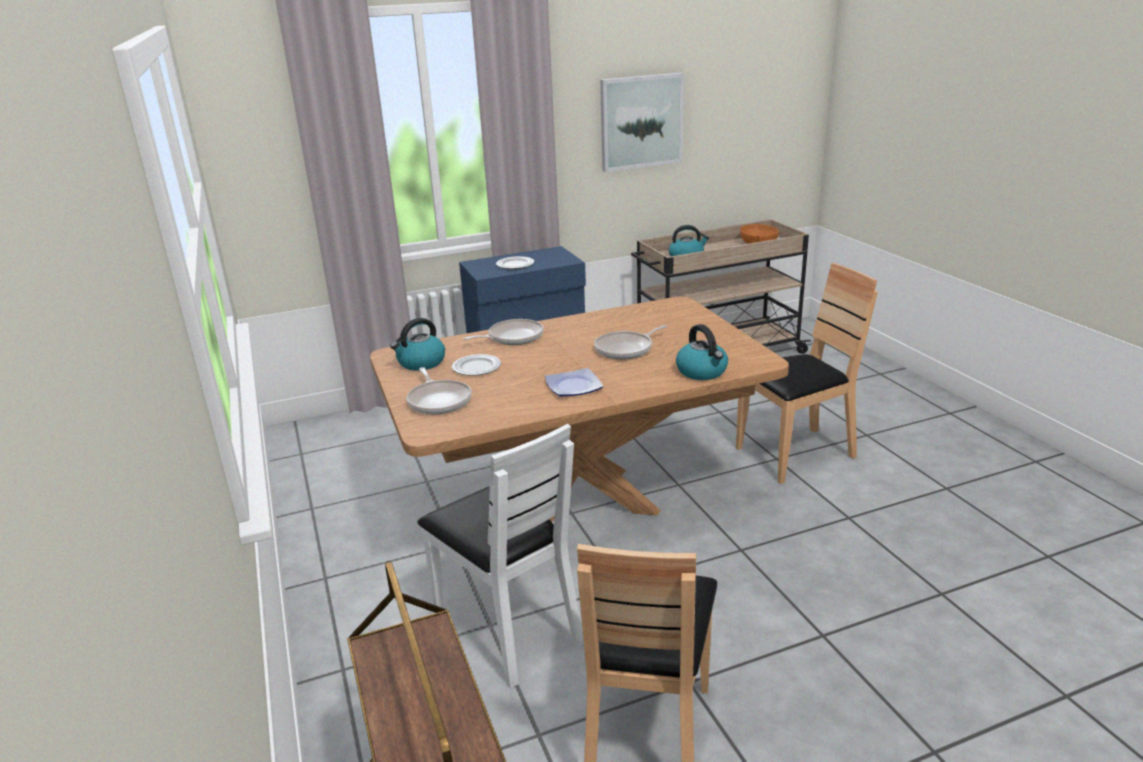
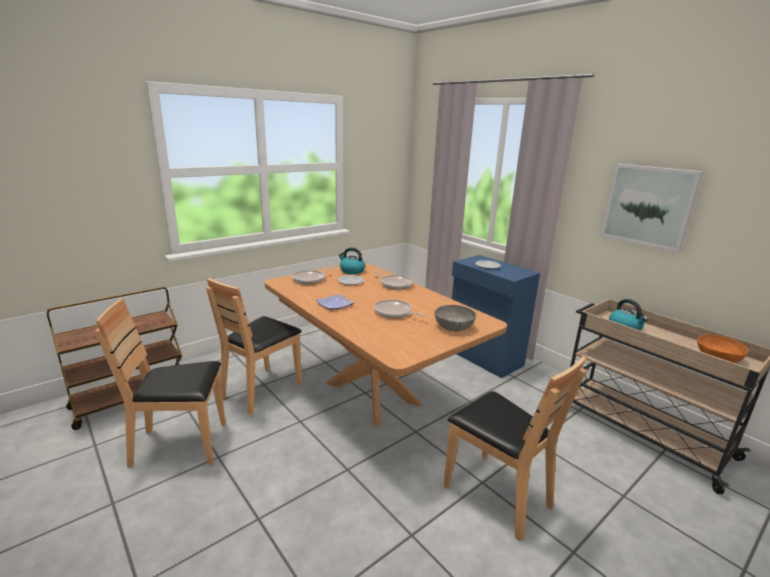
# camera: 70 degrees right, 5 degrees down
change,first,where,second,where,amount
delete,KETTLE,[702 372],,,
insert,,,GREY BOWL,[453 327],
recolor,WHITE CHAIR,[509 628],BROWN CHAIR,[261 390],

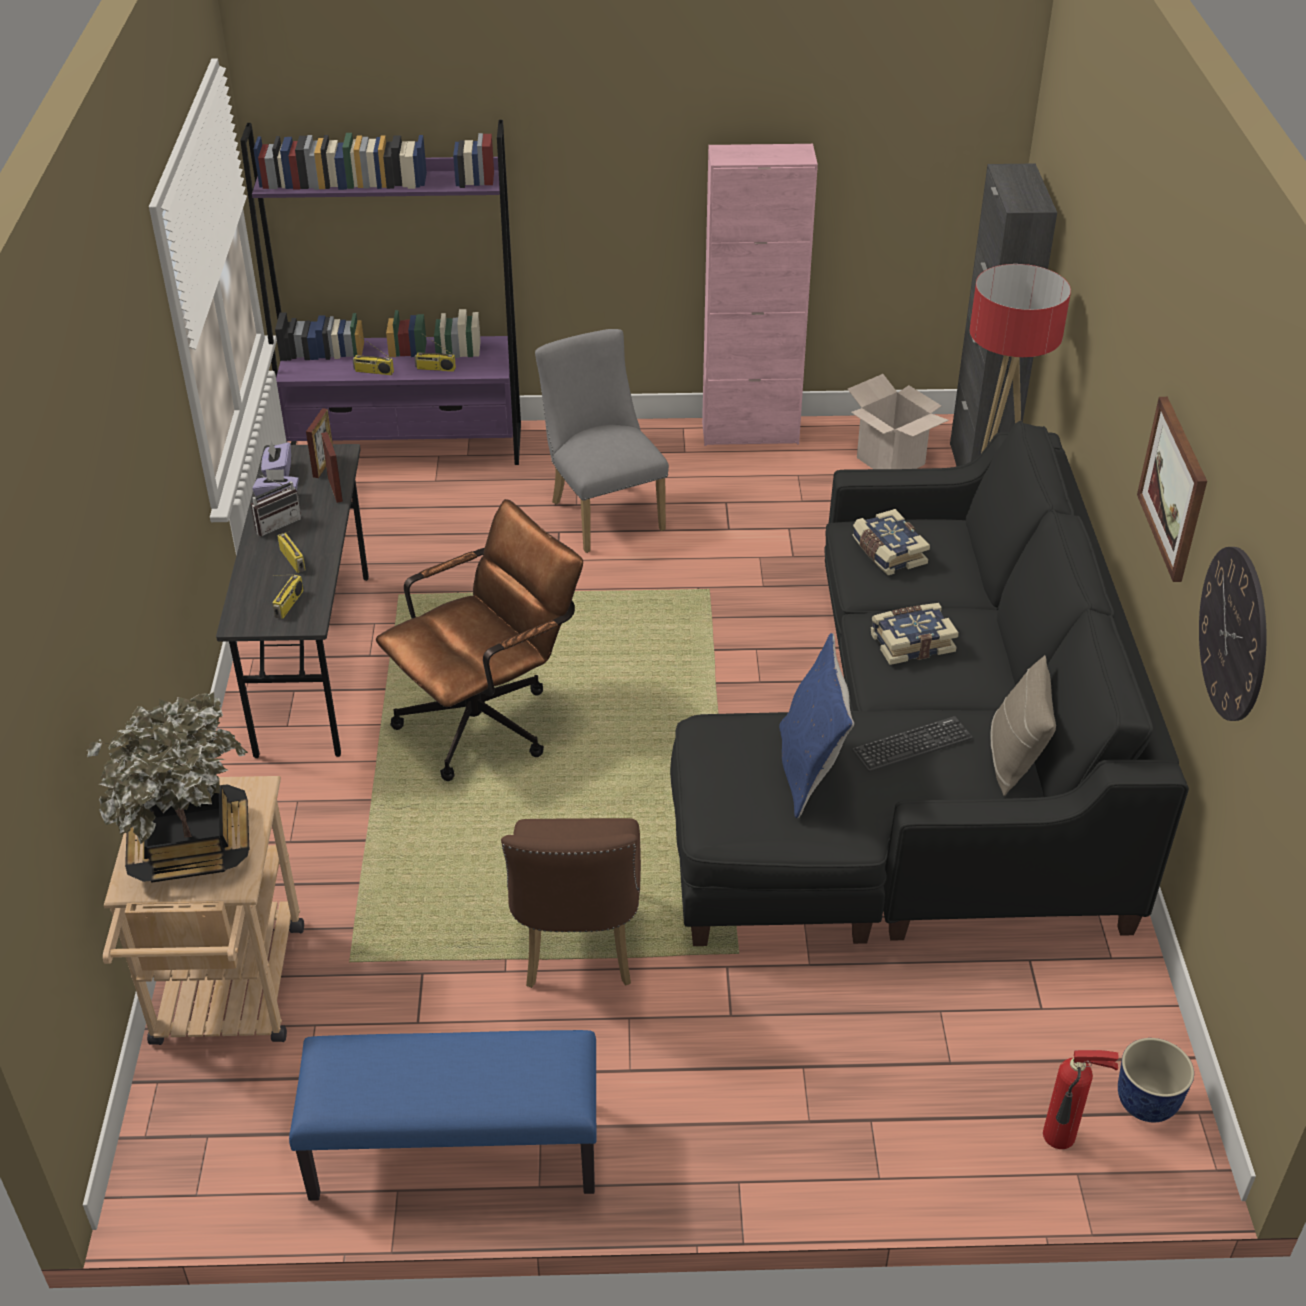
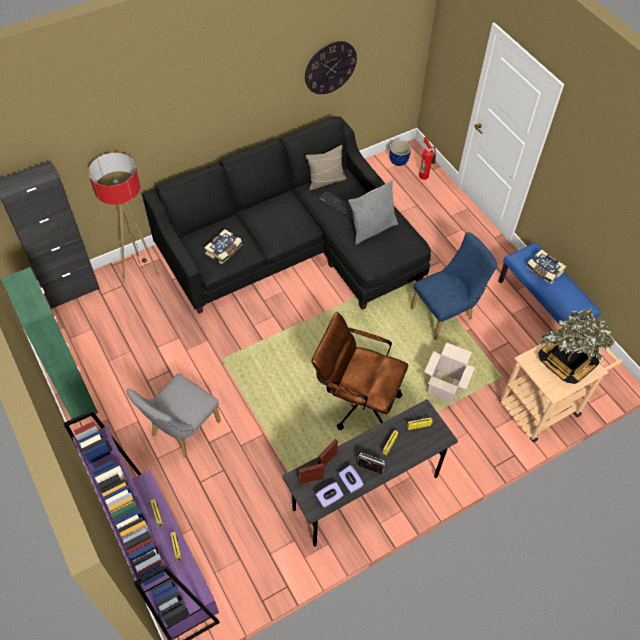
# camera: 120 degrees left, 15 degrees up
change,first,where,second,where,amount
delete,PICTURE,[1174 488],,,
move,CARDBOARD BOX,[890 461],,[444 387],
move,BOOK,[911 642],,[543 271],
recolor,BROWN CHAIR,[577 948],BLUE CHAIR,[446 313],
recolor,PINK CABINET,[750 433],GREEN CABINET,[76 396],
recolor,BLUE PILLOW,[810 770],GREY PILLOW,[372 228],

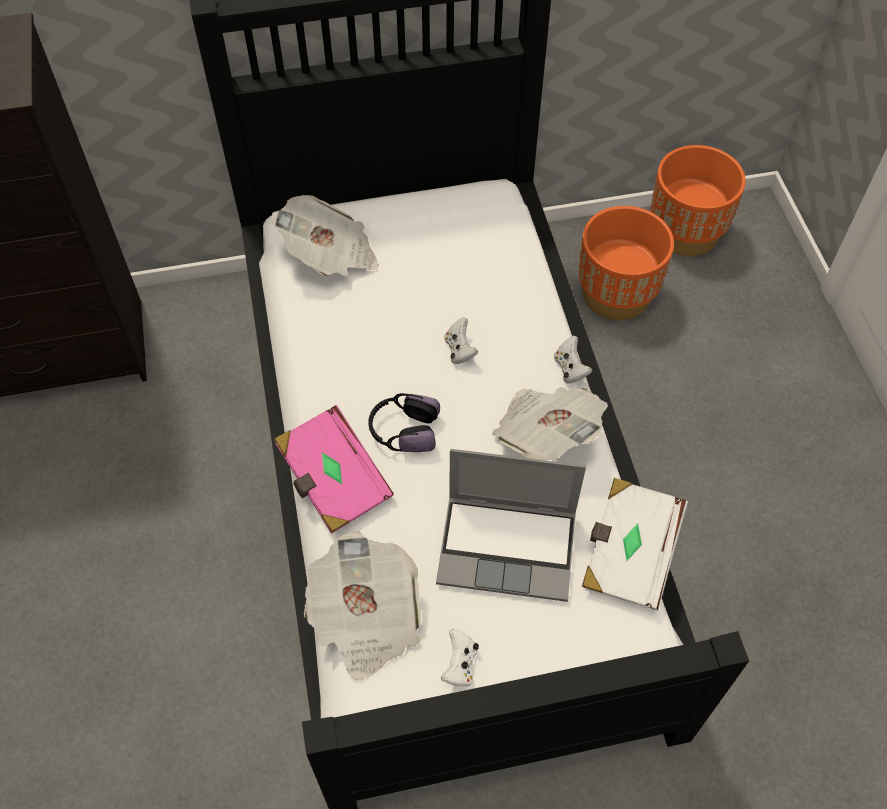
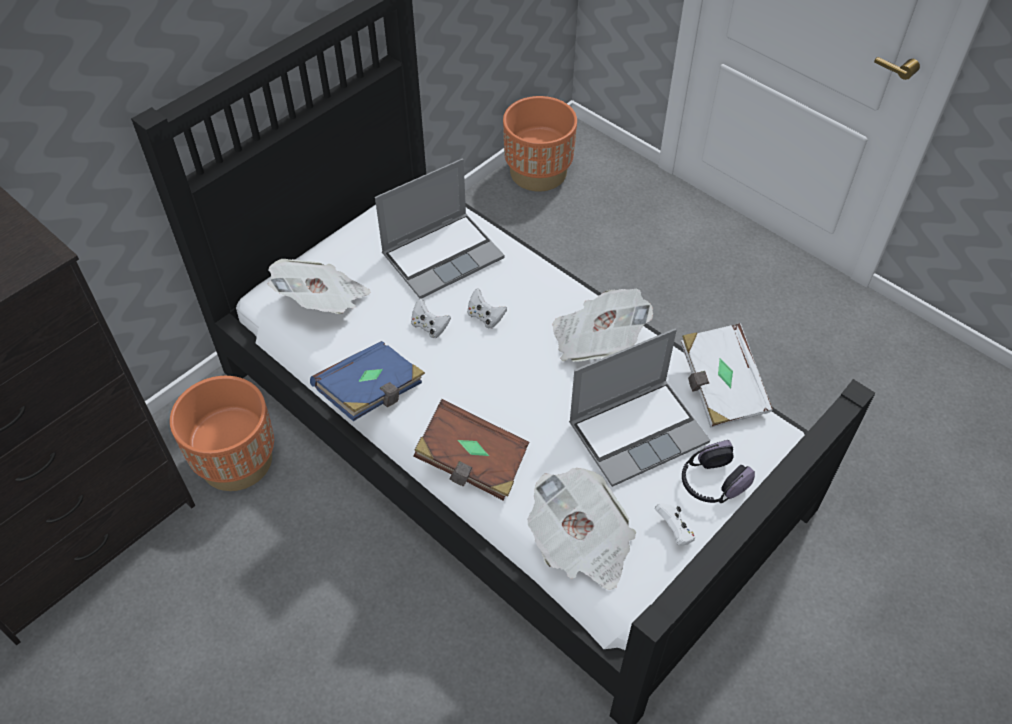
# camera: 35 degrees left, 5 degrees down
change,first,where,second,where,amount
insert,,,BLUE BOOK,[372 392],
insert,,,LAPTOP,[443 255],
move,HEADPHONES,[403 430],,[711 482],
move,WHITE GAME CONTROLLER,[570 369],,[429 327],
move,ORANGE PLANTER,[616 294],,[236 461],
recolor,PINK BOOK,[333 481],BROWN BOOK,[472 462],

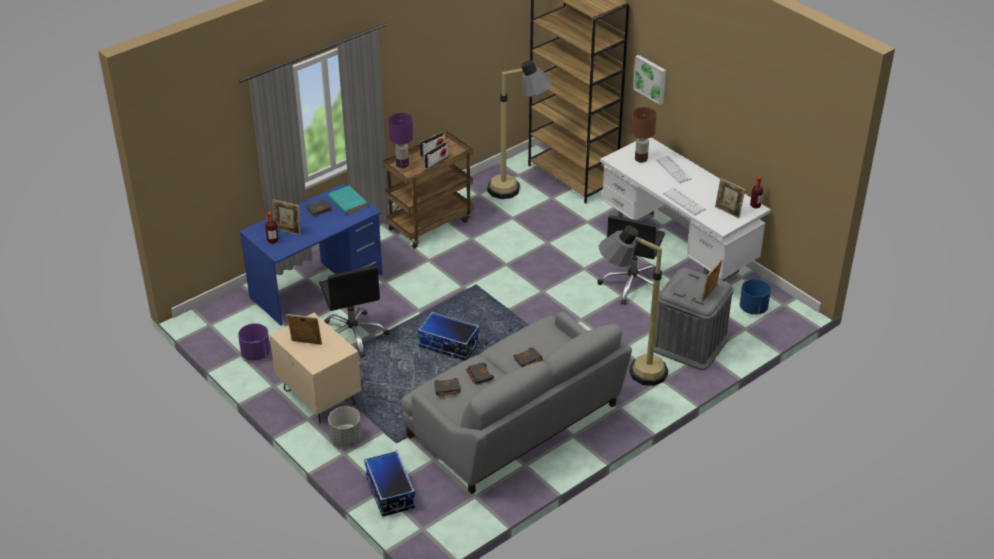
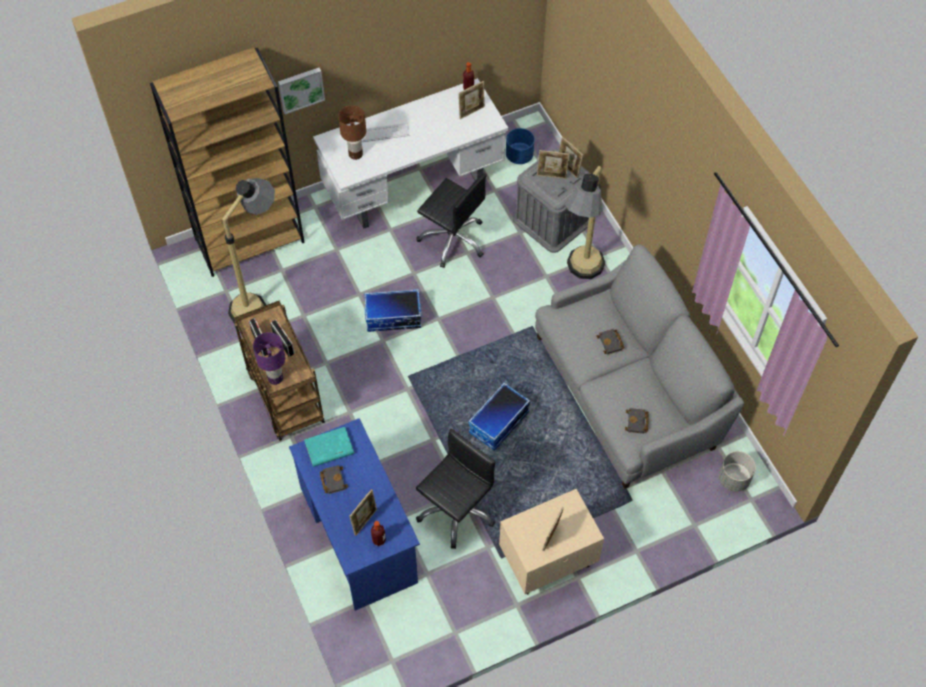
# camera: 75 degrees left, 20 degrees up
change,first,where,second,where,amount
delete,PURPLE PLANTER,[256 354],,,
delete,BLACK BOOK,[478 375],,,
delete,KEYBOARD,[684 201],,,
insert,,,PICTURE FRAME,[551 175],
move,GREY PLANTER,[346 439],,[734 479],
move,STORAGE BOX,[389 492],,[393 318],
rotate,BLACK OFFICE CHAIR,[353 335],,[456 511],45 degrees counterclockwise

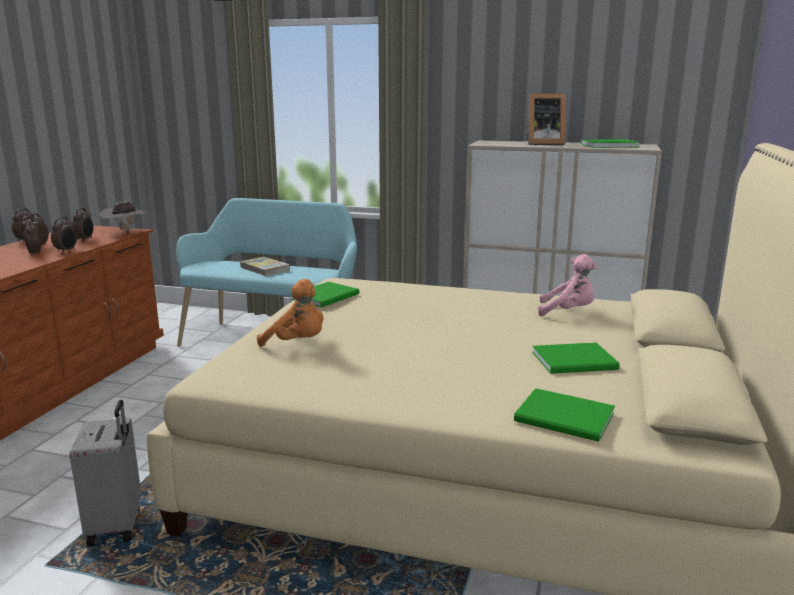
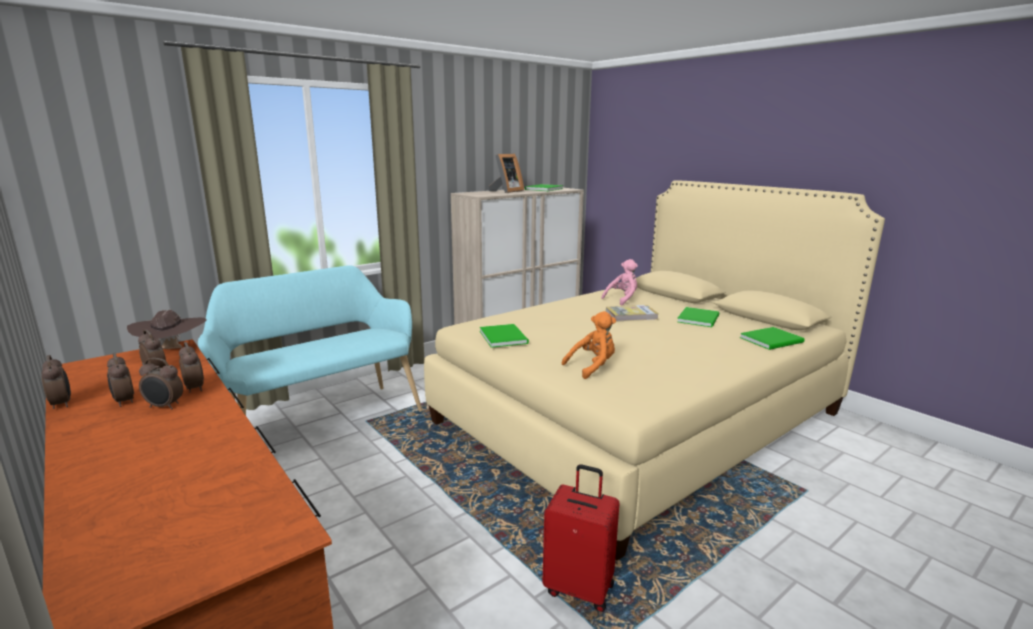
# camera: 55 degrees left, 0 degrees up
change,first,where,second,where,amount
move,BOOK,[264 269],,[631 315],
recolor,GREY SUITCASE,[117 525],RED SUITCASE,[579 588],

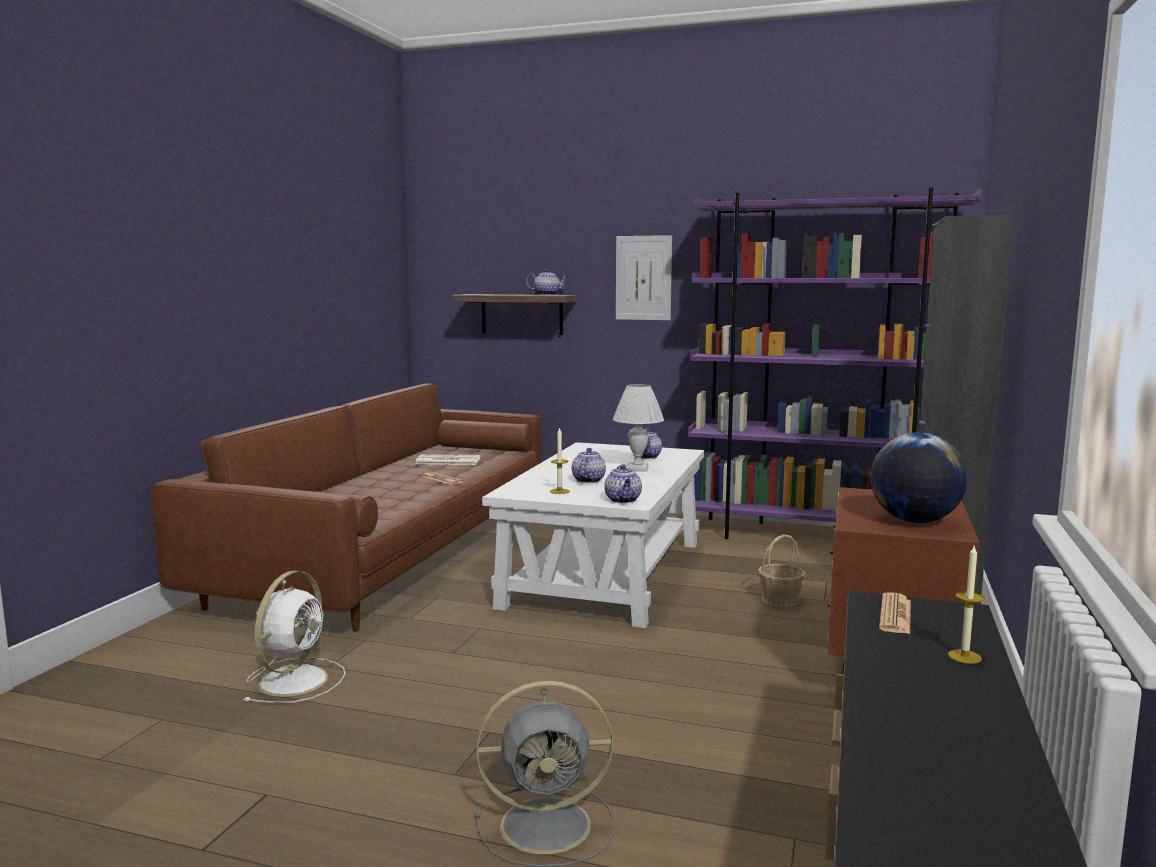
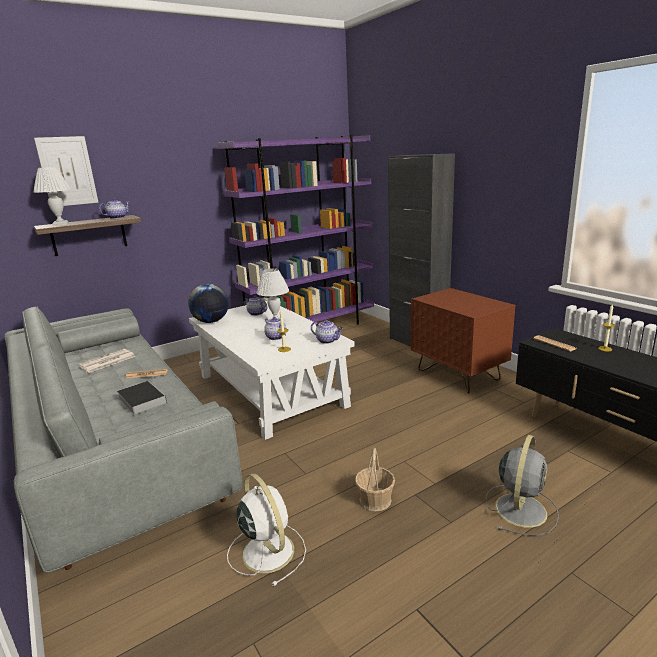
# camera: 50 degrees left, 10 degrees up
change,first,where,second,where,amount
insert,,,WHITE TABLE LAMP,[61 224],
insert,,,BOOK,[141 400],
move,PICTURE,[643 278],,[67 171],
move,BASKET,[780 599],,[375 500],
move,GLOBE,[914 521],,[211 321],
recolor,BROWN SOFA,[390 553],GREY SOFA,[114 445],

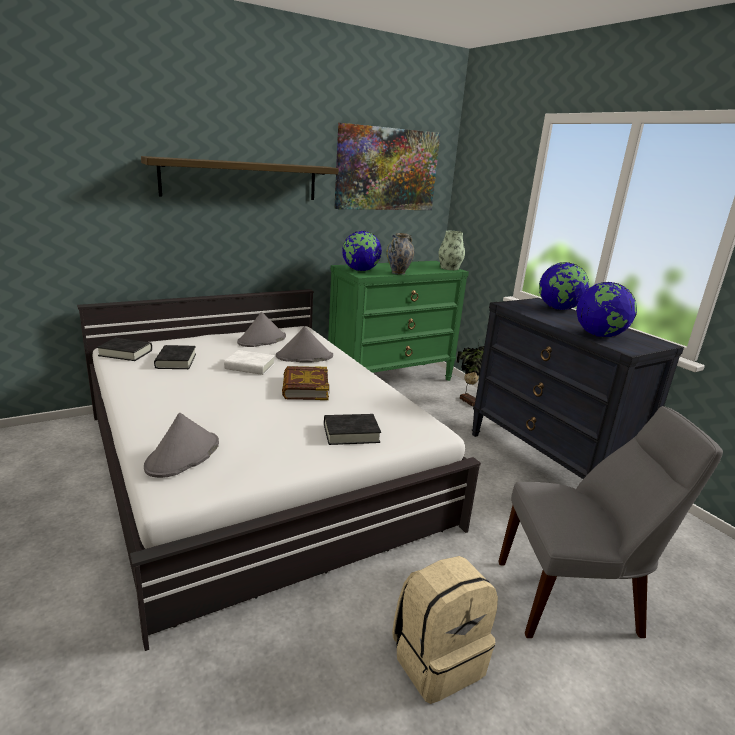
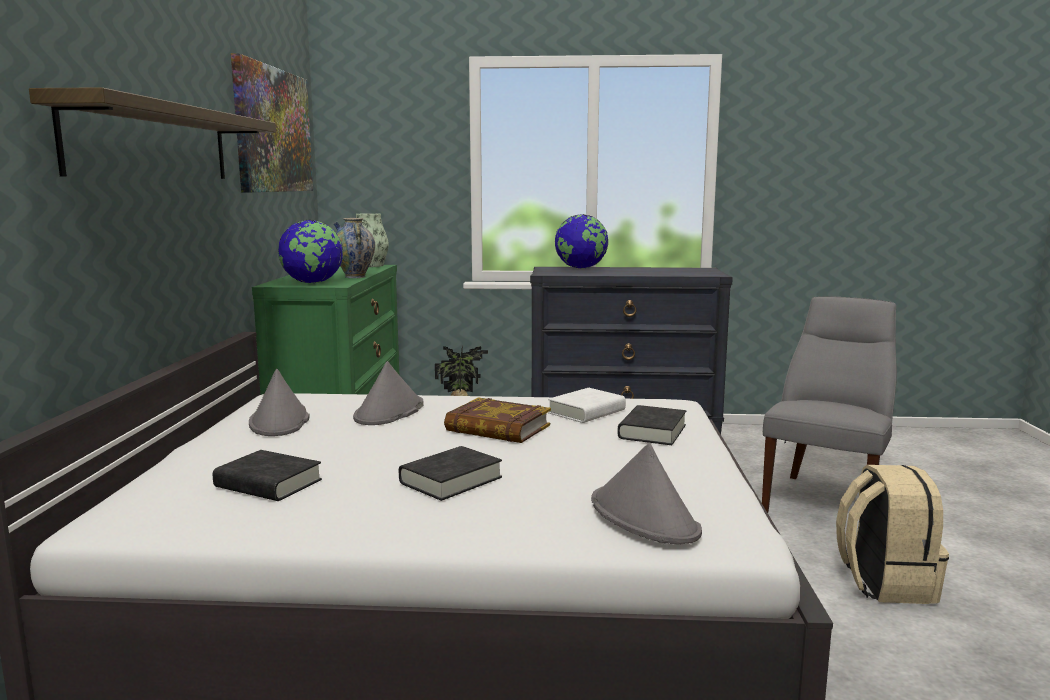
# camera: 55 degrees left, 10 degrees down
change,first,where,second,where,amount
delete,GLOBE,[599 336],,,
move,BLACK BOOK,[125 353],,[450 480],
move,WHITE BOOK,[250 366],,[586 412],

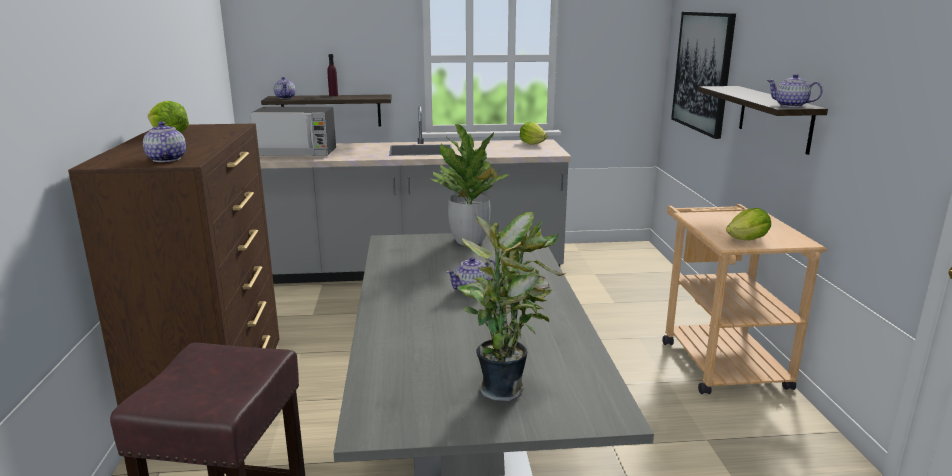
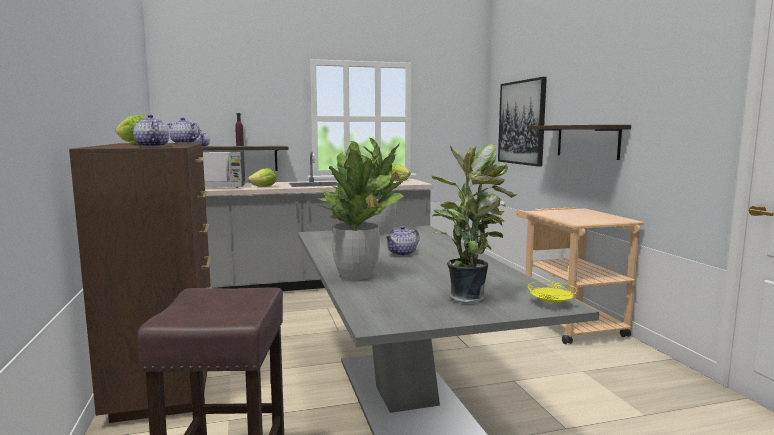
# camera: 10 degrees left, 10 degrees down
change,first,where,second,where,amount
insert,,,POTTED PLANT,[356 276],
insert,,,YELLOW PLATE,[551 303],
move,LETTUCE,[747 240],,[264 187],
move,TEAPOT,[791 105],,[184 143],

